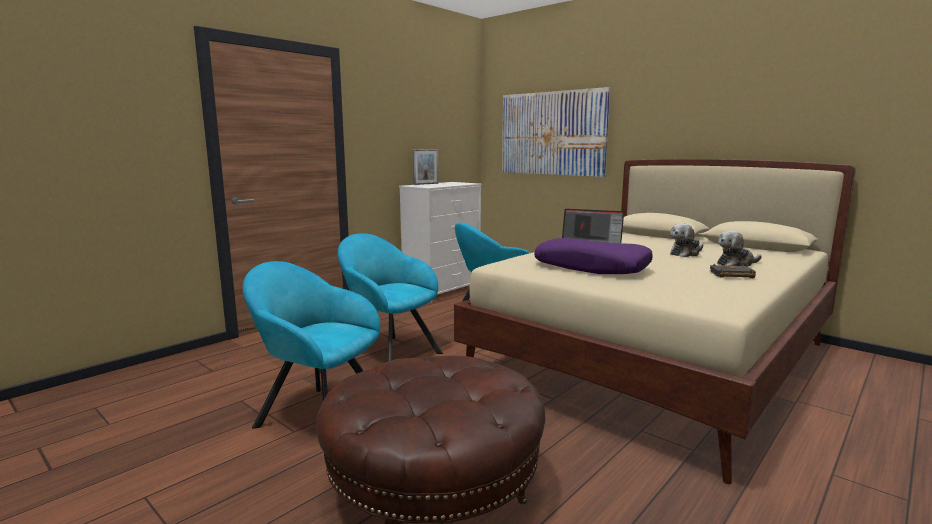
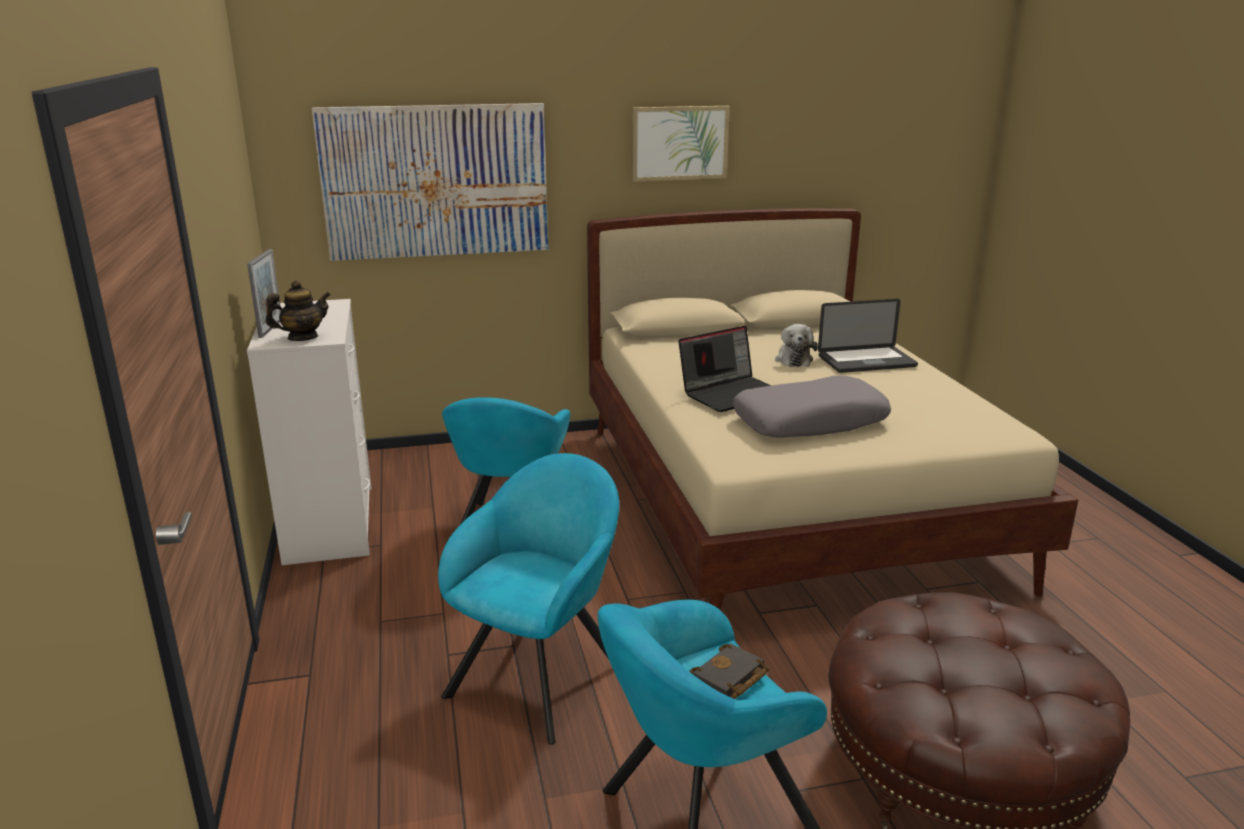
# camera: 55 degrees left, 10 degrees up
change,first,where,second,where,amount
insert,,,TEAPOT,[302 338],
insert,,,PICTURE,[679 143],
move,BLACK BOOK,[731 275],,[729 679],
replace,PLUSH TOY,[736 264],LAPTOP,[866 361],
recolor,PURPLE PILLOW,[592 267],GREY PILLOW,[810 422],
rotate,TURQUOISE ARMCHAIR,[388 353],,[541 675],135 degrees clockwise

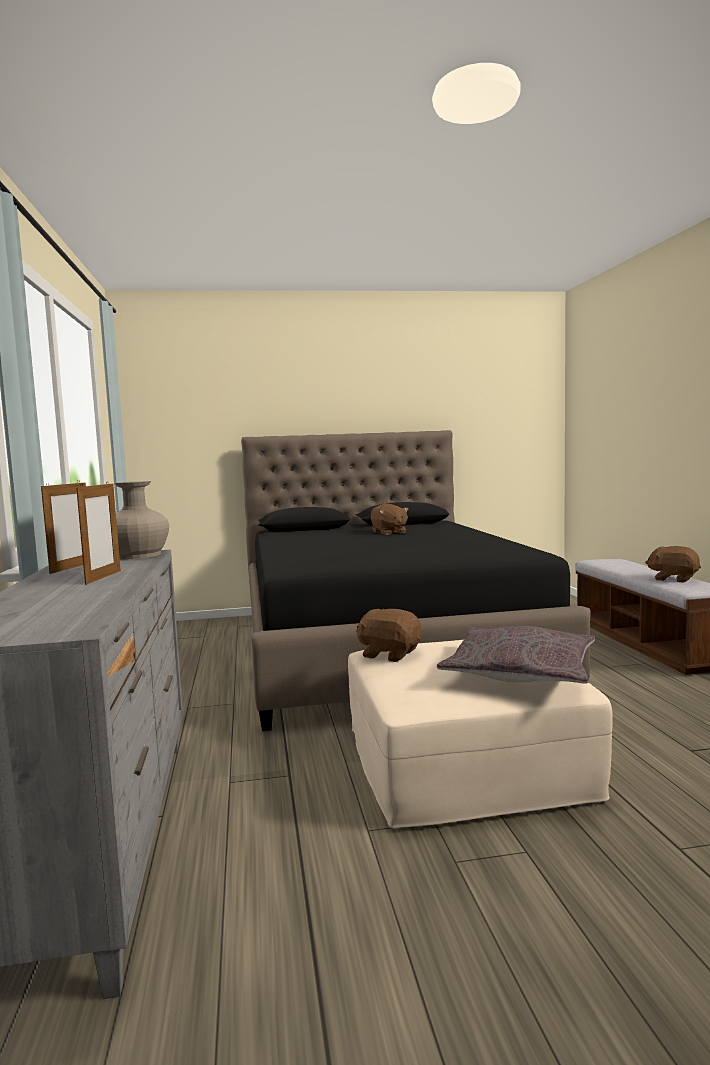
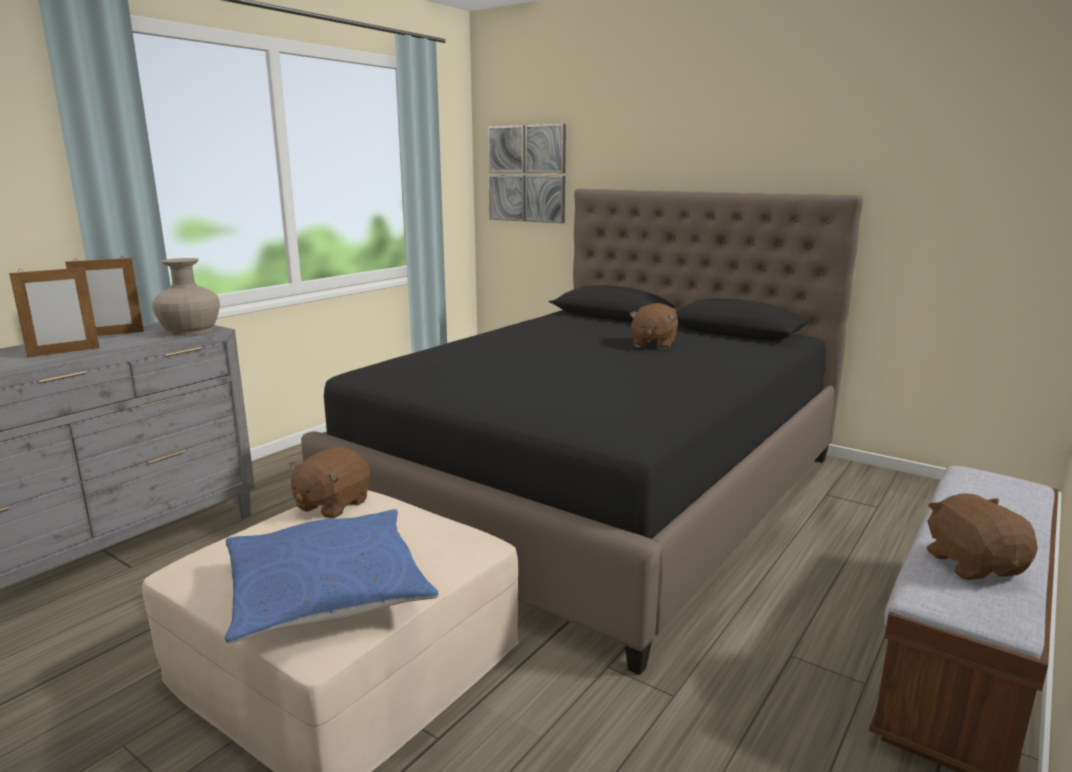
# camera: 45 degrees right, 10 degrees up
change,first,where,second,where,amount
insert,,,PICTURE,[526 174],
recolor,GREY PILLOW,[520 672],BLUE PILLOW,[327 591],
rotate,BROWN PLUSH TOY,[389 654],,[331 505],135 degrees counterclockwise

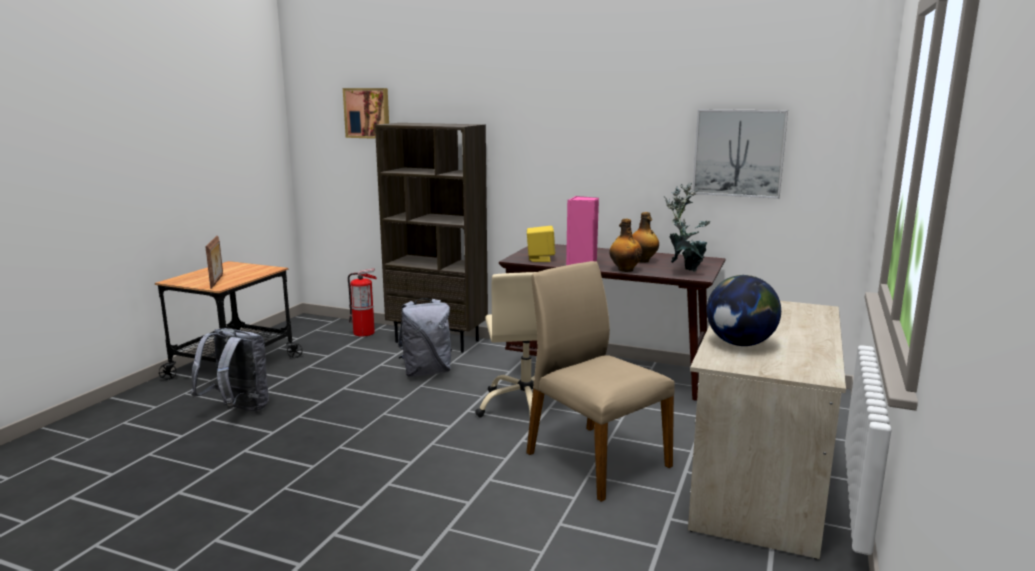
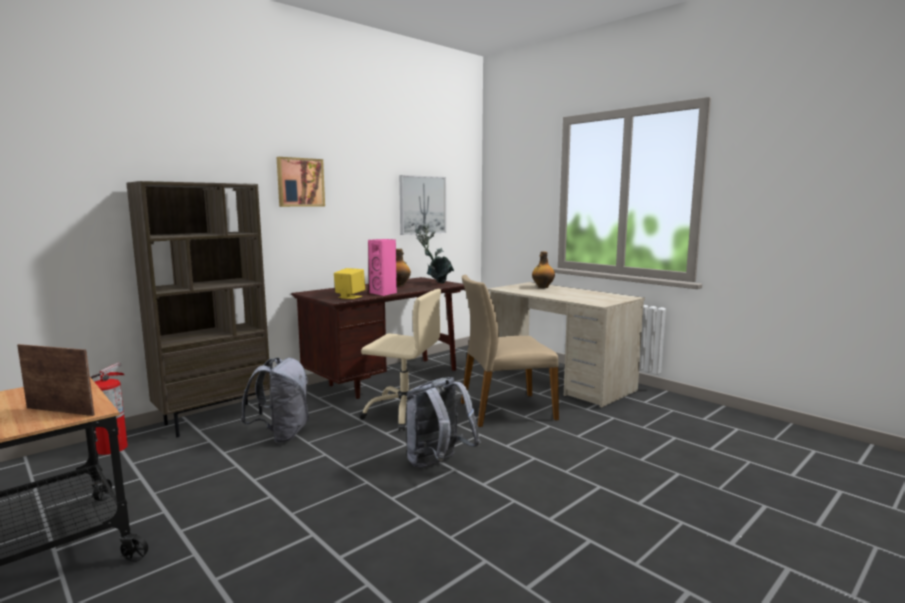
# camera: 65 degrees left, 5 degrees down
change,first,where,second,where,amount
delete,GLOBE,[740 344],,,
move,GREY BACKPACK,[238 410],,[438 464],
move,PICTURE,[367 113],,[300 182],
move,BOTTLE,[625 270],,[542 287],

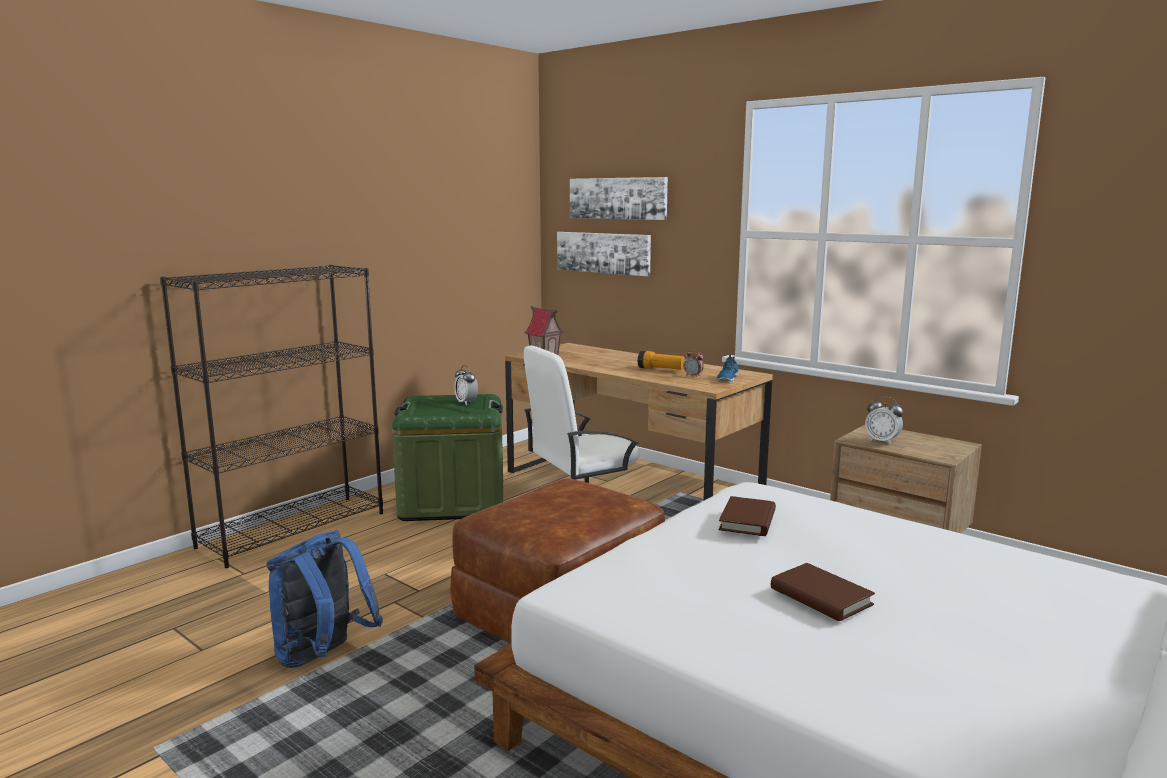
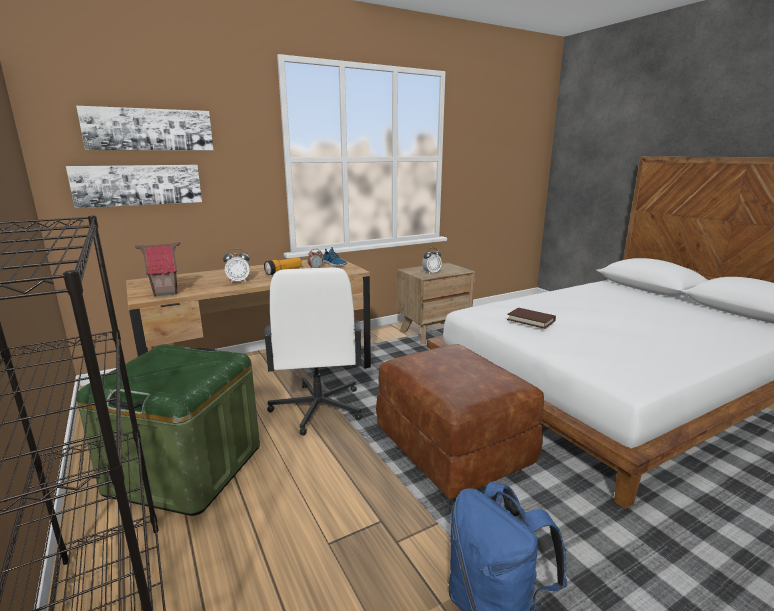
# camera: 70 degrees left, 5 degrees up
change,first,where,second,where,amount
delete,BROWN BOOK,[820 597],,,
move,ALARM CLOCK,[466 402],,[238 281],

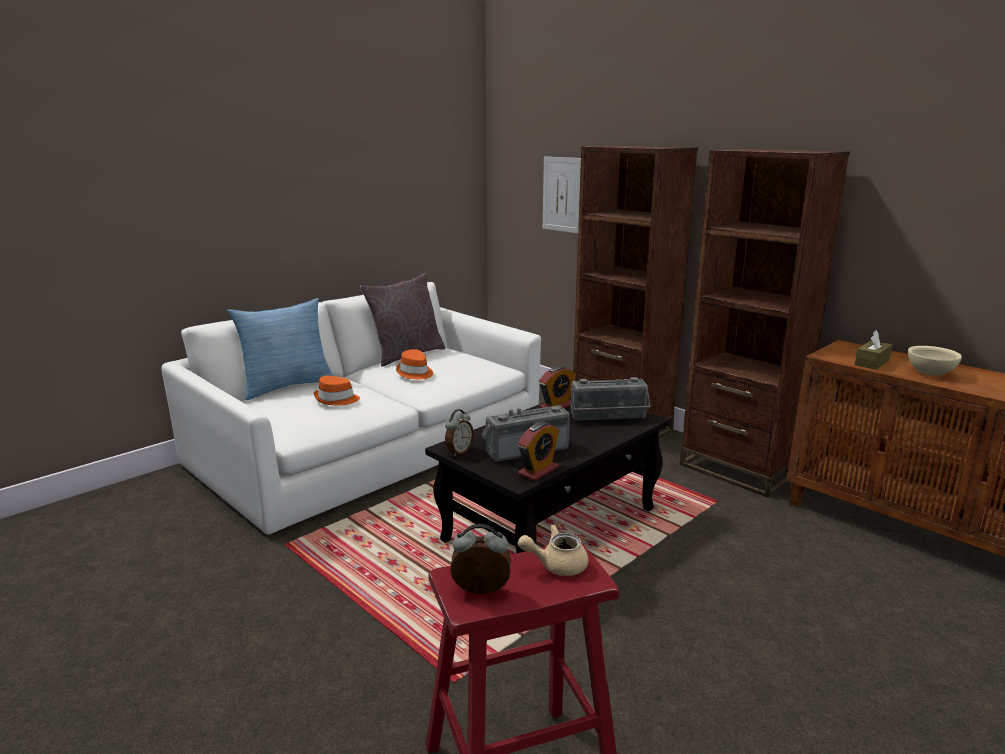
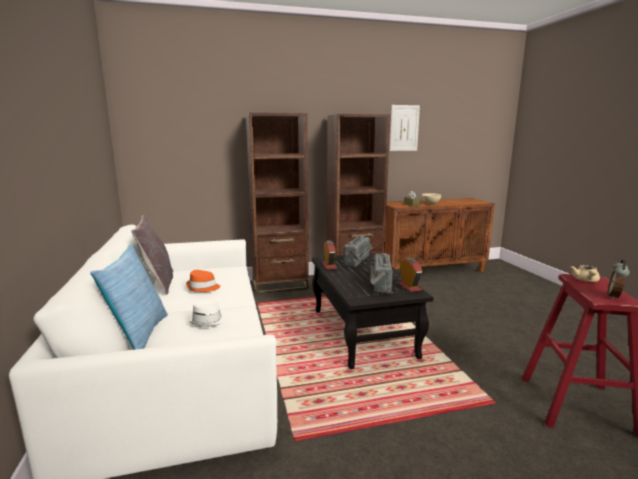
# camera: 60 degrees left, 5 degrees down
change,first,where,second,where,amount
delete,ALARM CLOCK,[458 452],,,
move,PICTURE,[562 194],,[404 128],
recolor,ORANGE HAT,[336 399],WHITE HAT,[208 321],

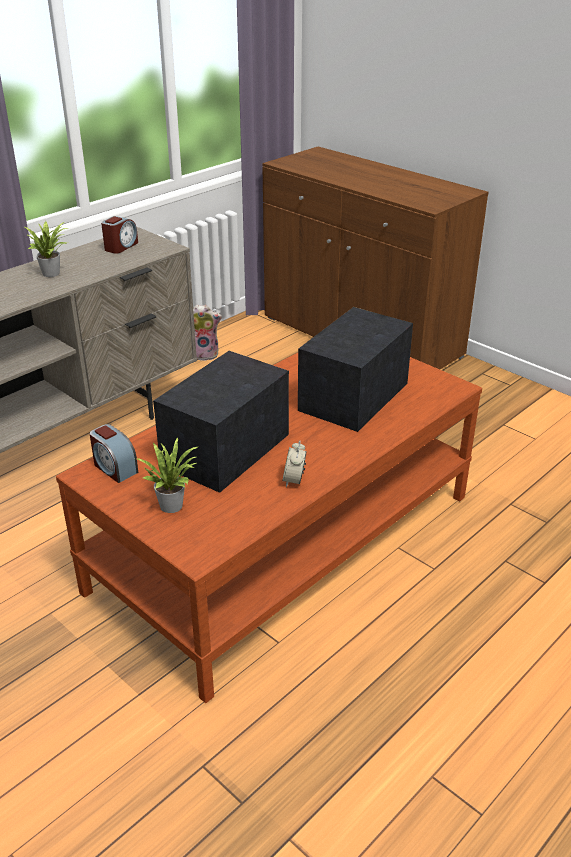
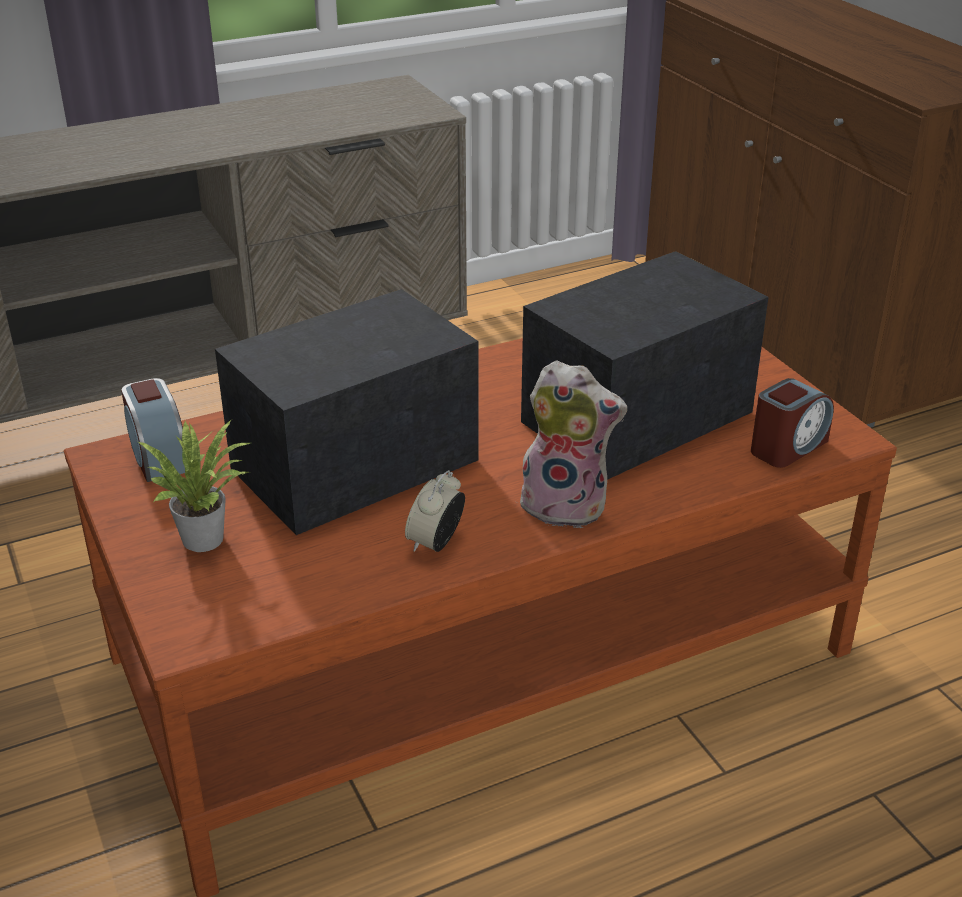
# camera: 20 degrees right, 0 degrees up
change,first,where,second,where,amount
delete,POTTED PLANT,[53 273],,,
move,ALARM CLOCK,[121 247],,[788 447],
move,PLUSH TOY,[205 354],,[567 505],

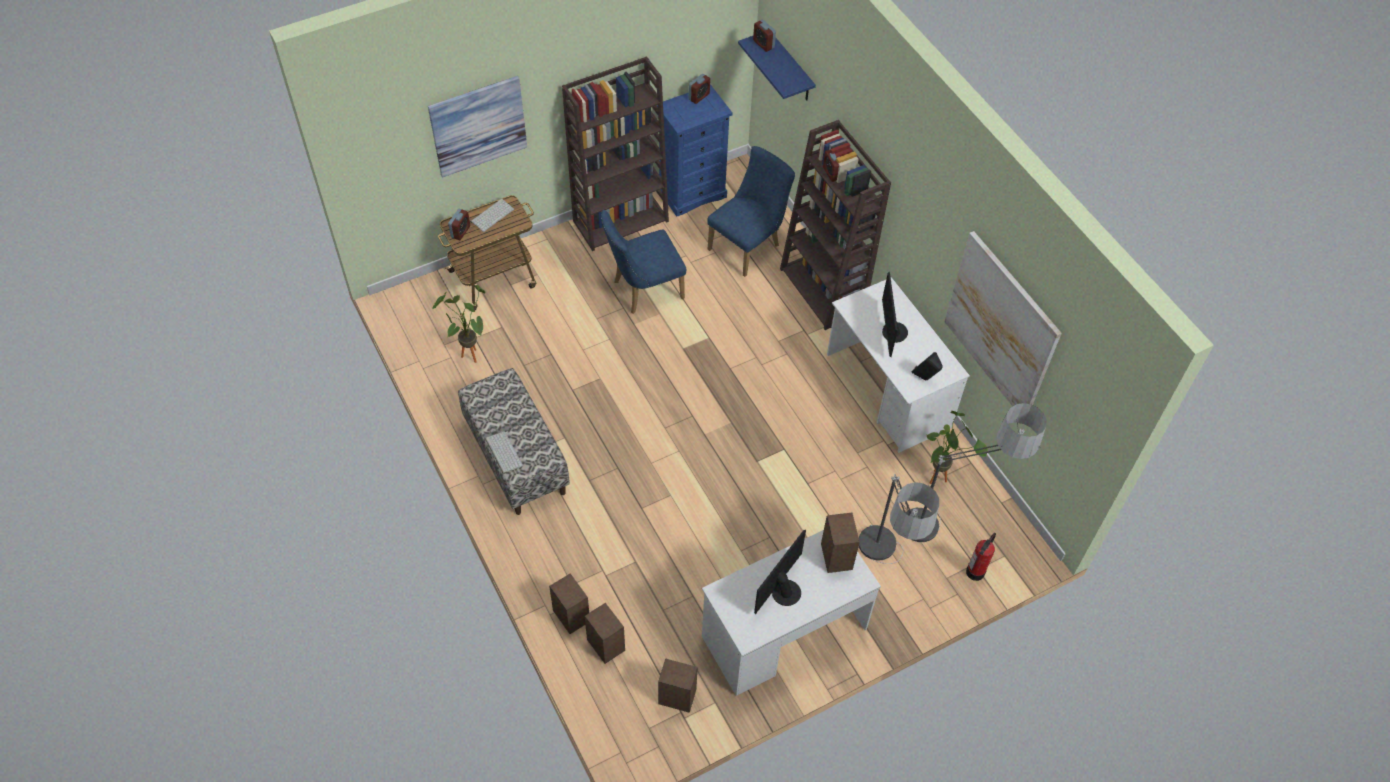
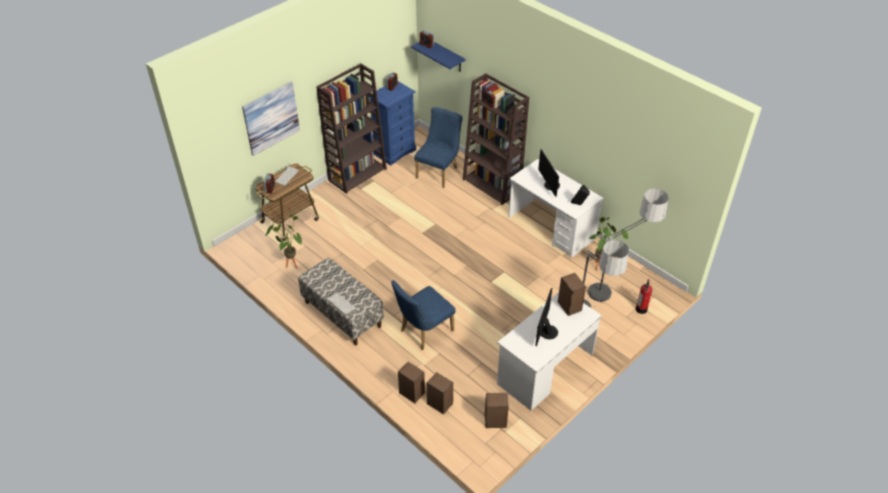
# camera: 15 degrees left, 10 degrees down
change,first,where,second,where,amount
delete,PICTURE,[1001 326],,,
move,BLUE CHAIR,[643 290],,[423 332],

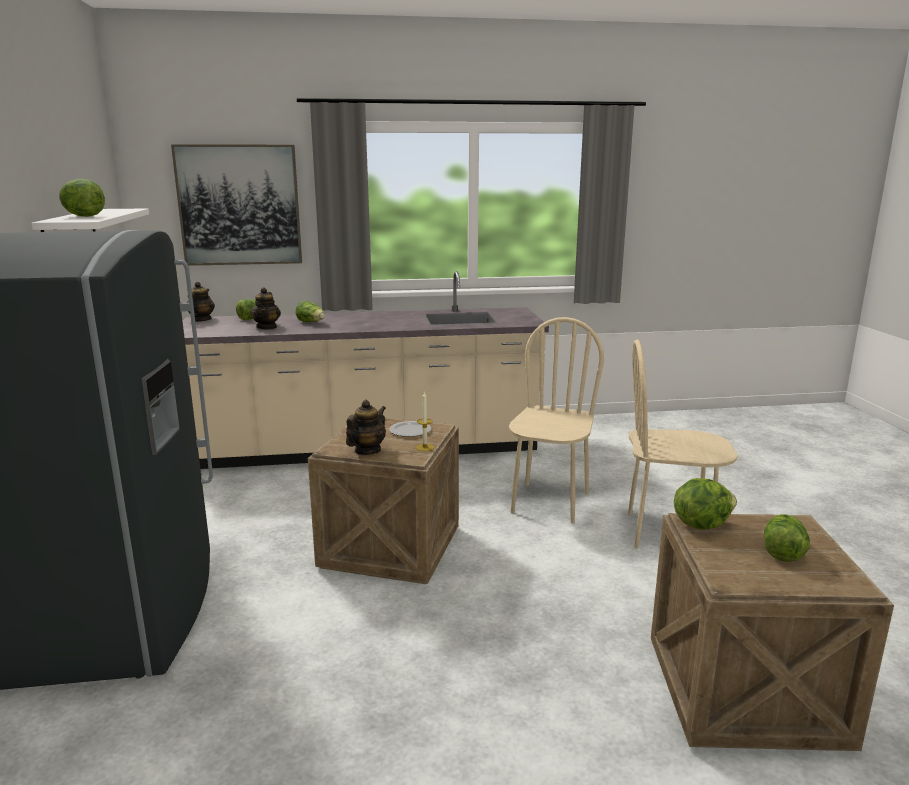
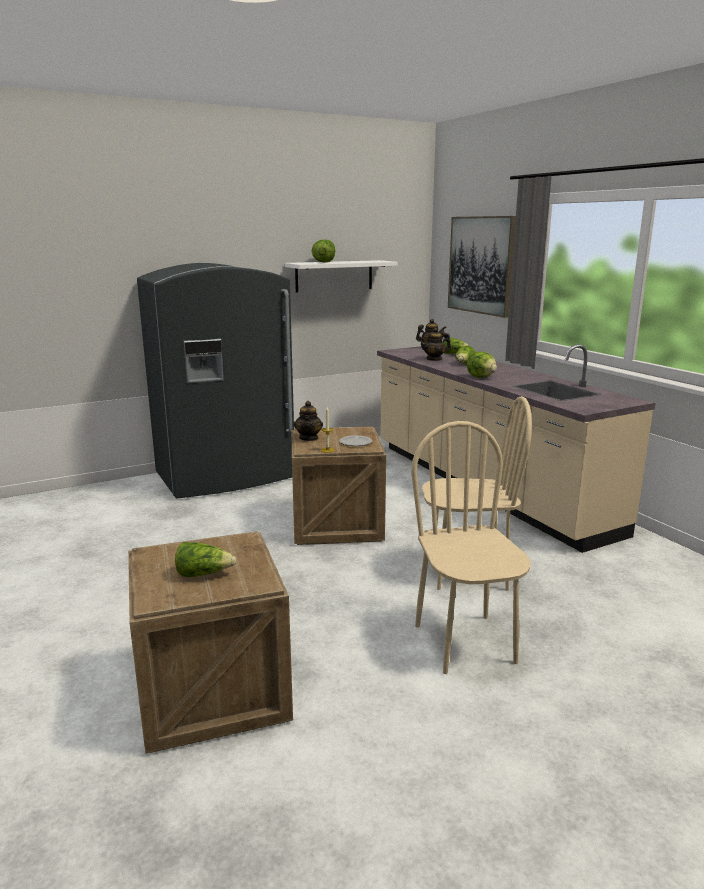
# camera: 70 degrees right, 0 degrees up
change,first,where,second,where,amount
move,LETTUCE,[700 524],,[481 377],
rotate,TEAPOT,[367 451],,[309 438],75 degrees clockwise

